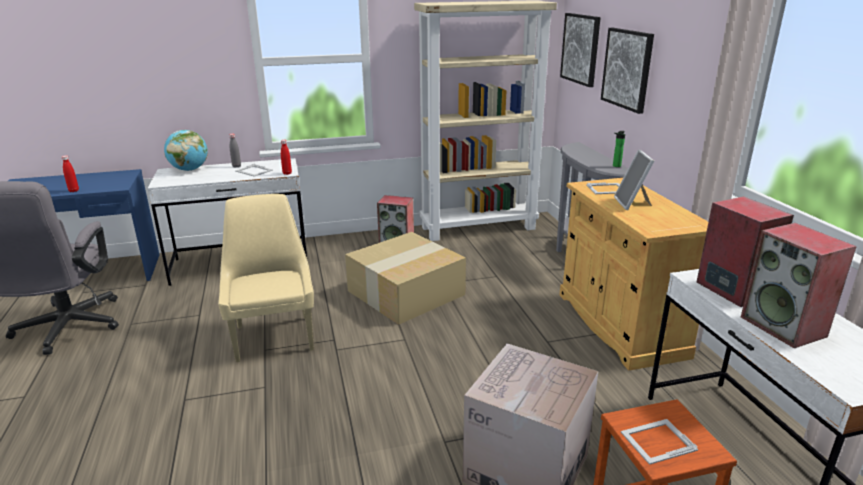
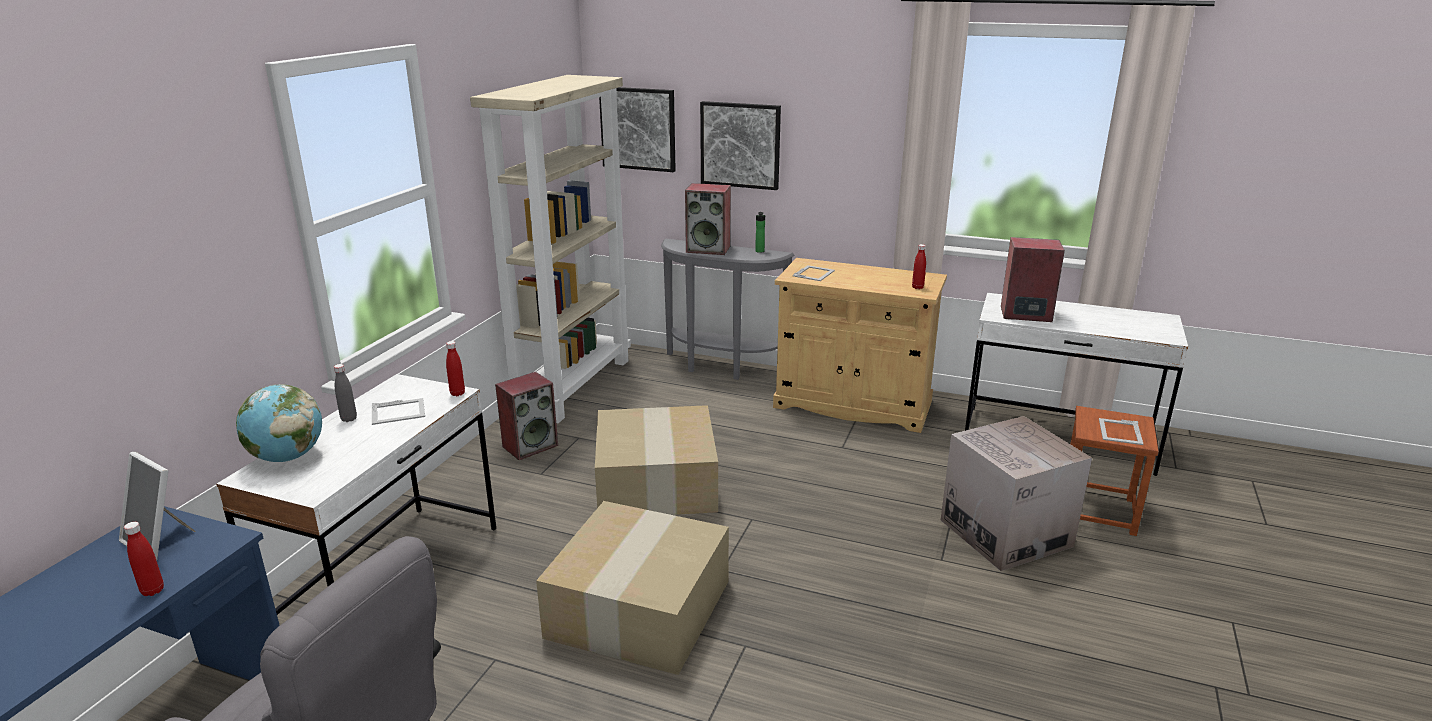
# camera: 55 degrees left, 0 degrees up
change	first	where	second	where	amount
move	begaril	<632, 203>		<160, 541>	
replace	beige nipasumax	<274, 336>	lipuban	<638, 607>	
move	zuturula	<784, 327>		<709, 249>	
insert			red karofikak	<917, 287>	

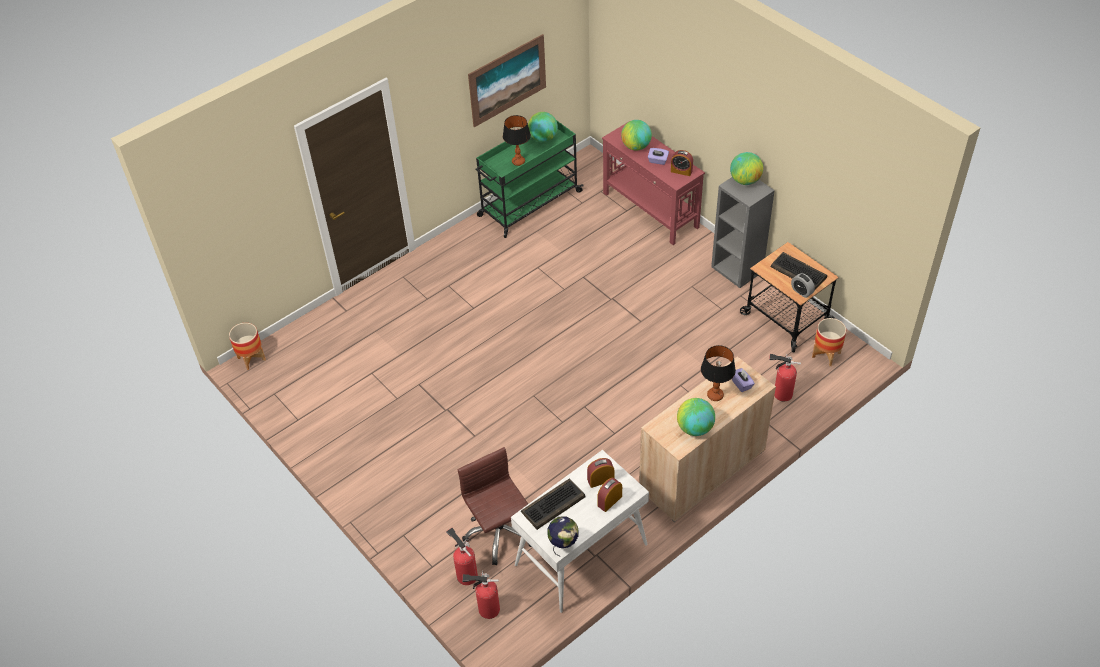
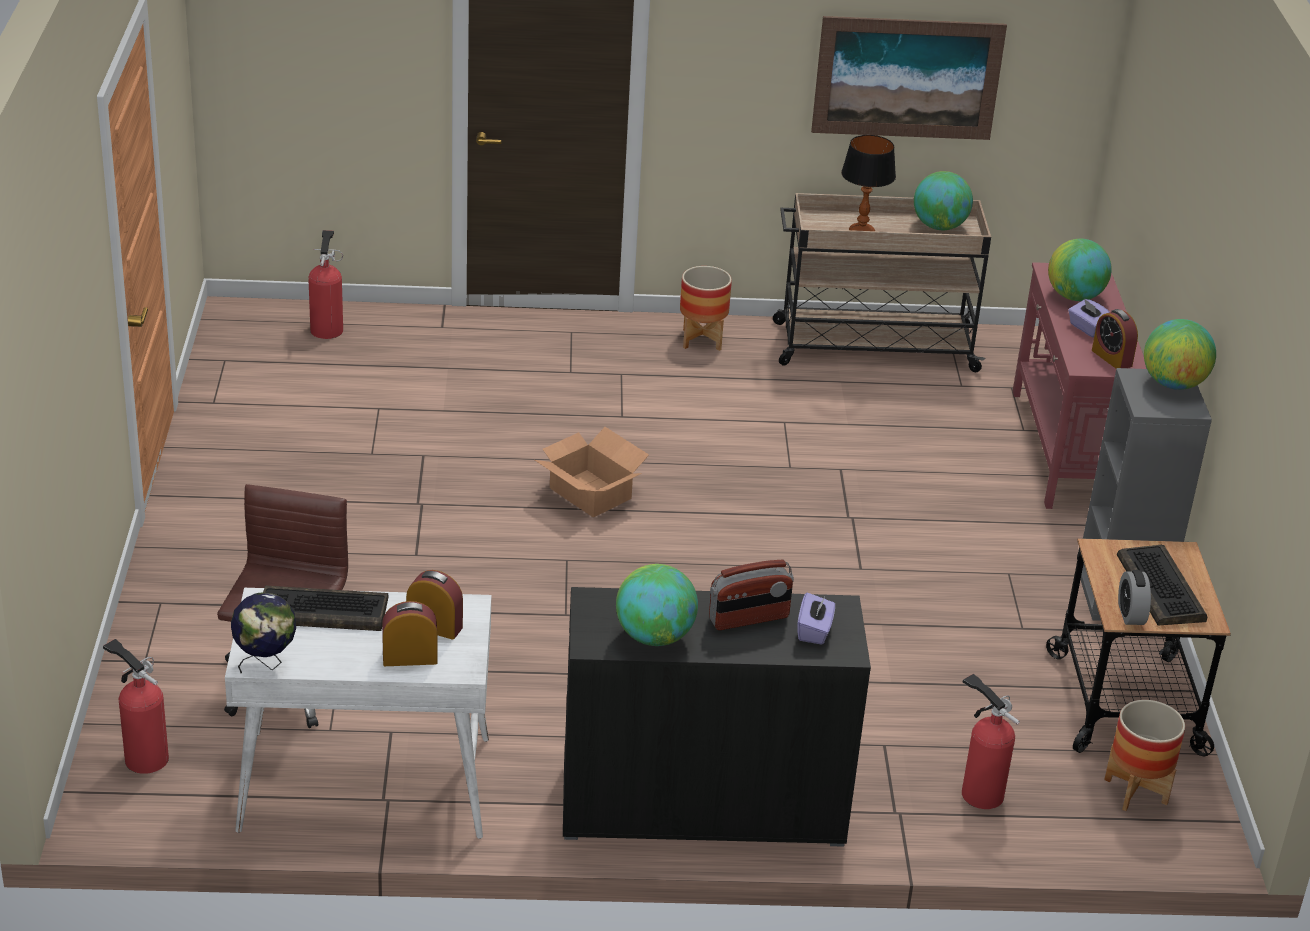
# camera: 35 degrees right, 15 degrees down
change	first	where	second	where	amount
move	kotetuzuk	<465, 574>		<327, 328>	
insert			lipuban	<590, 493>	
recolor	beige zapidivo	<702, 470>	black zapidivo	<702, 805>	
move	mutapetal	<251, 359>		<702, 340>	
replace	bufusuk	<715, 395>	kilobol	<749, 619>	
recolor	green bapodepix	<528, 204>	beige bapodepix	<872, 347>	

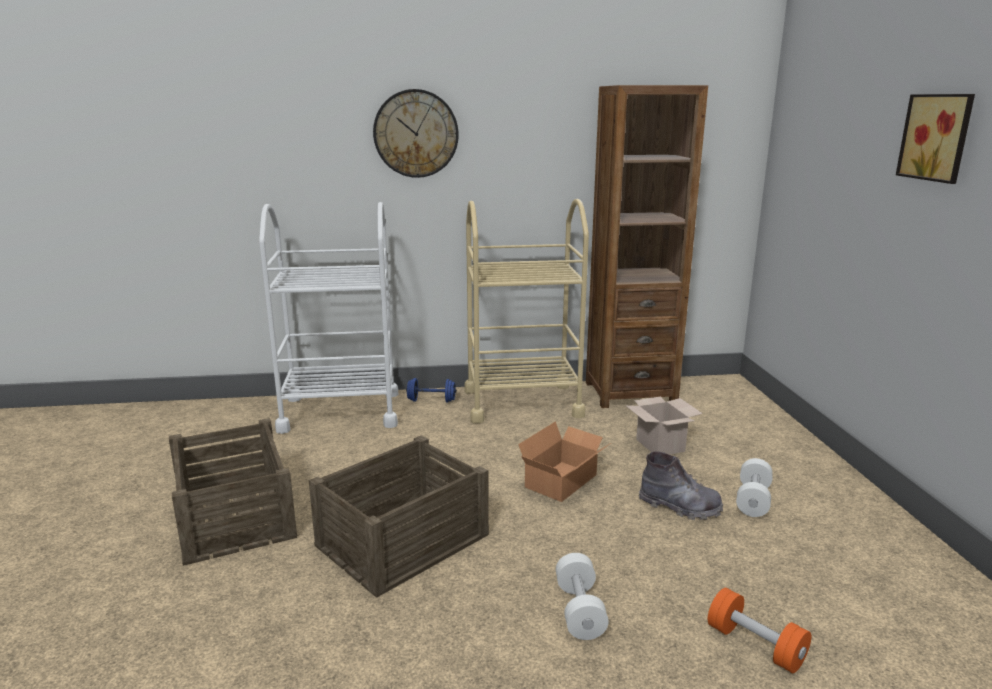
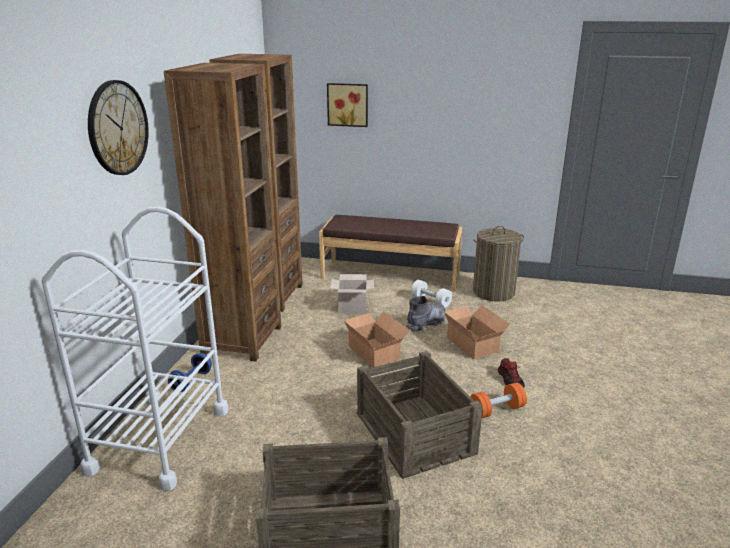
# camera: 70 degrees left, 5 degrees up
change	first	where	second	where	amount
replace	beige bapodepix	<522, 403>	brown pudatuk	<242, 340>	
insert			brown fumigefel	<390, 275>	
move	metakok	<938, 137>		<348, 104>	
insert			lipuban	<473, 343>	
move	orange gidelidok	<755, 645>		<497, 410>	
insert			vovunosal	<493, 292>	
replace	white gidelidok	<579, 610>	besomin	<510, 380>	

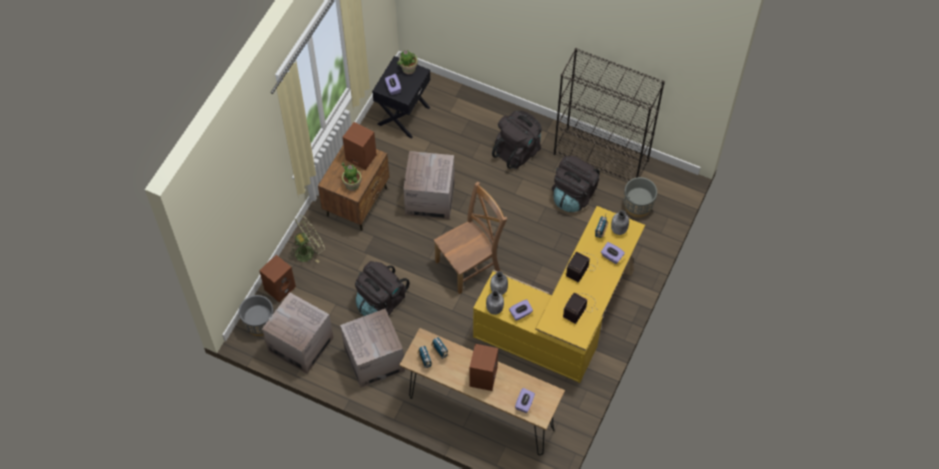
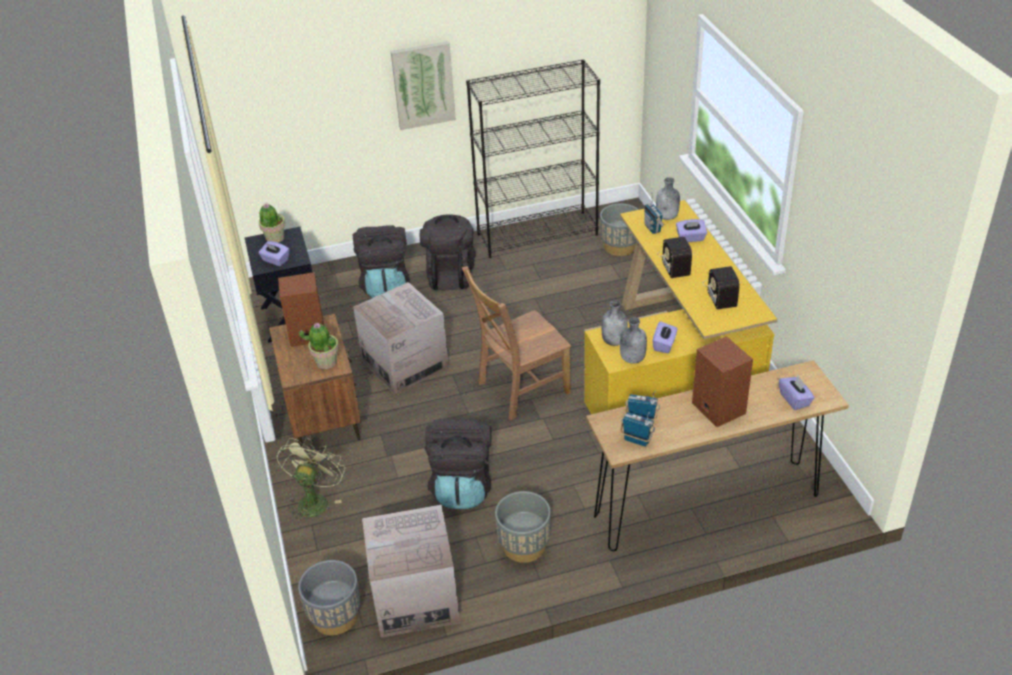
# camera: 40 degrees left, 20 degrees down
change	first	where	second	where	amount
move	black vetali	<574, 195>		<385, 285>	
insert			metakok	<423, 85>	
rotate	brown nipasumax	<470, 264>		<520, 389>	135 degrees counterclockwise
replace	lipuban	<374, 359>	grey mutapetal	<524, 546>	
delete	brown zuturula	<280, 287>			

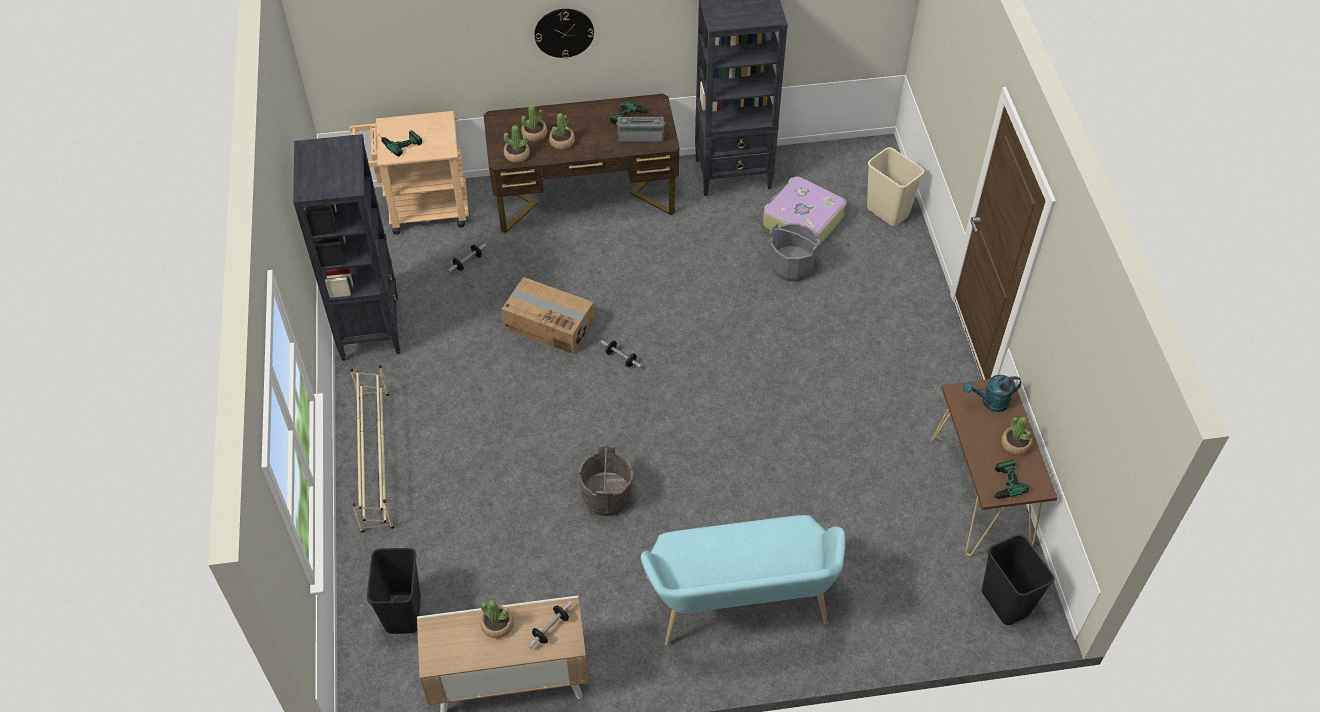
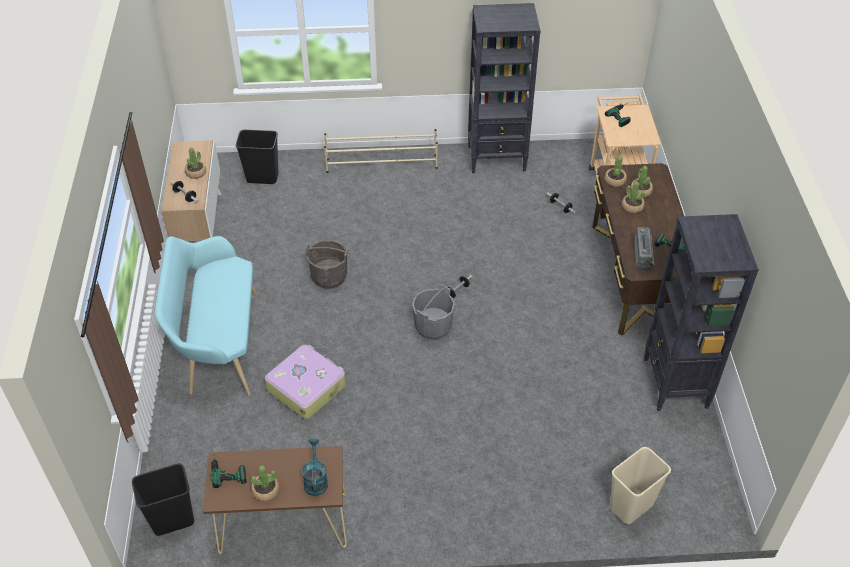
# camera: 95 degrees right, 5 degrees down
change	first	where	second	where	amount
move	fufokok	<802, 221>		<306, 387>	
move	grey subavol	<791, 267>		<433, 326>	
delete	lipuban	<549, 325>			
delete	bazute	<564, 32>			

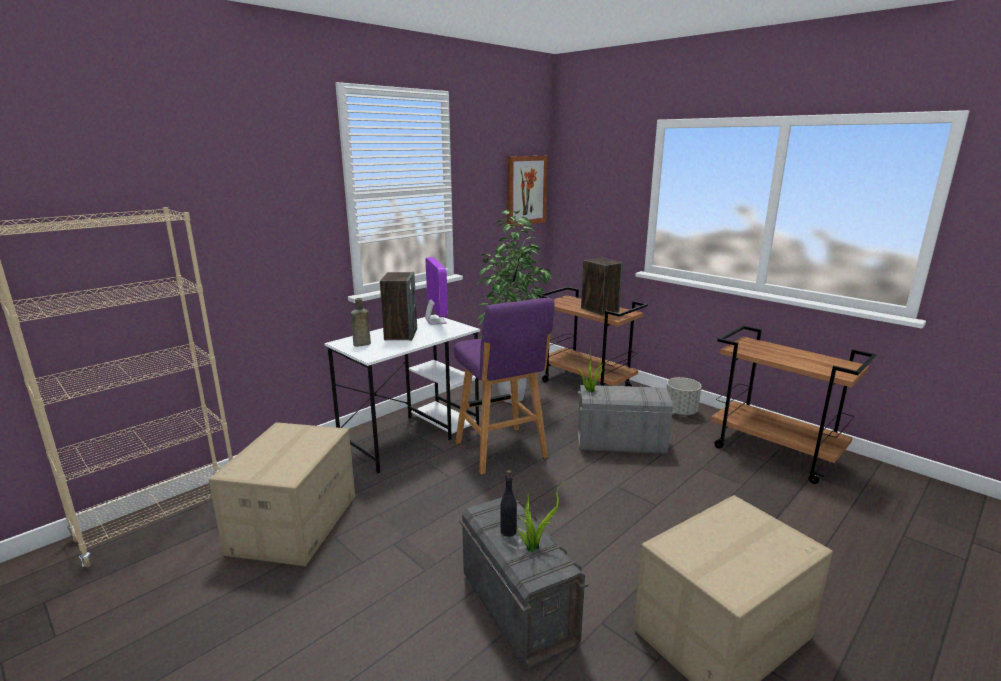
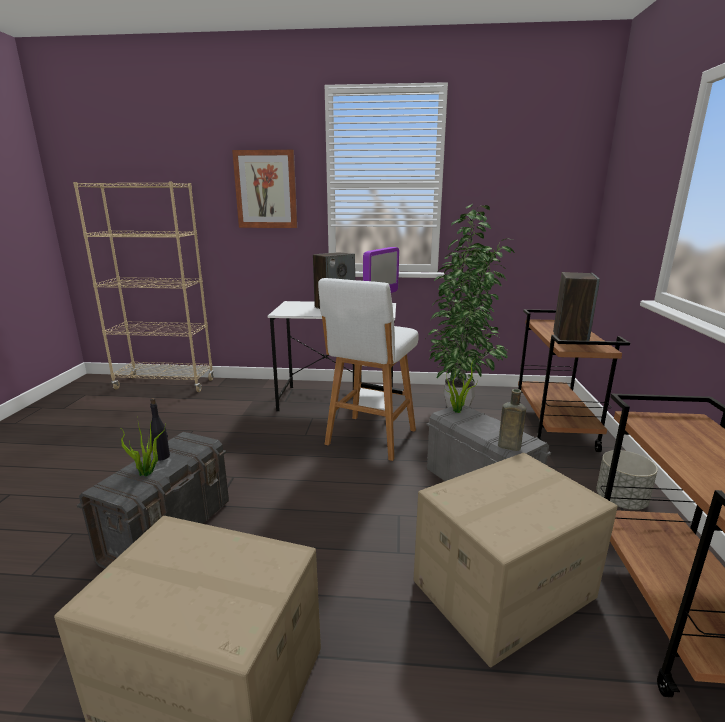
# camera: 50 degrees right, 0 degrees up
change	first	where	second	where	amount
move	metakok	<526, 190>		<266, 189>	
recolor	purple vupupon	<502, 451>	white vupupon	<369, 438>	
move	lipuban	<293, 523>		<502, 588>	
move	brown karofikak	<360, 344>		<507, 446>	

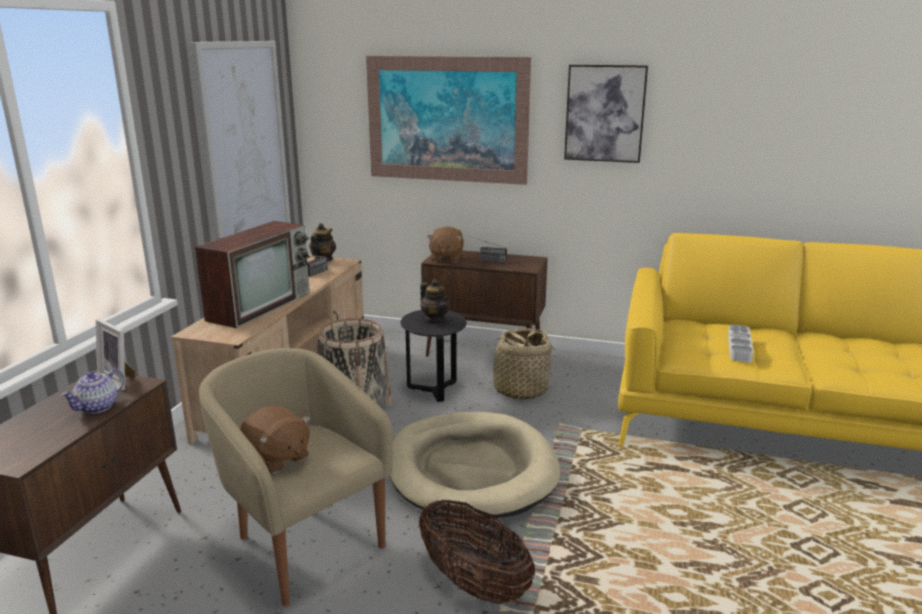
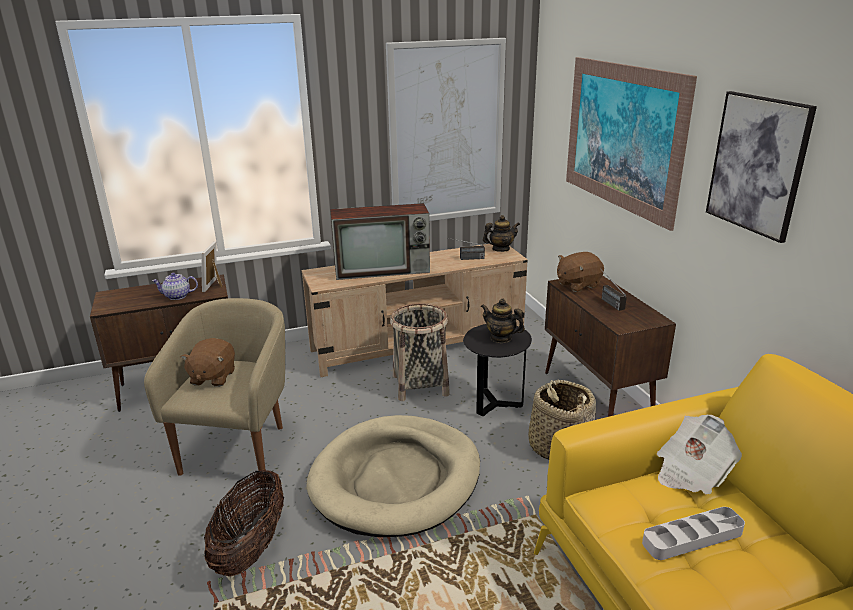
# camera: 55 degrees right, 5 degrees up
change	first	where	second	where	amount
rotate	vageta	<435, 319>		<501, 338>	105 degrees clockwise
insert			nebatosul	<691, 471>	

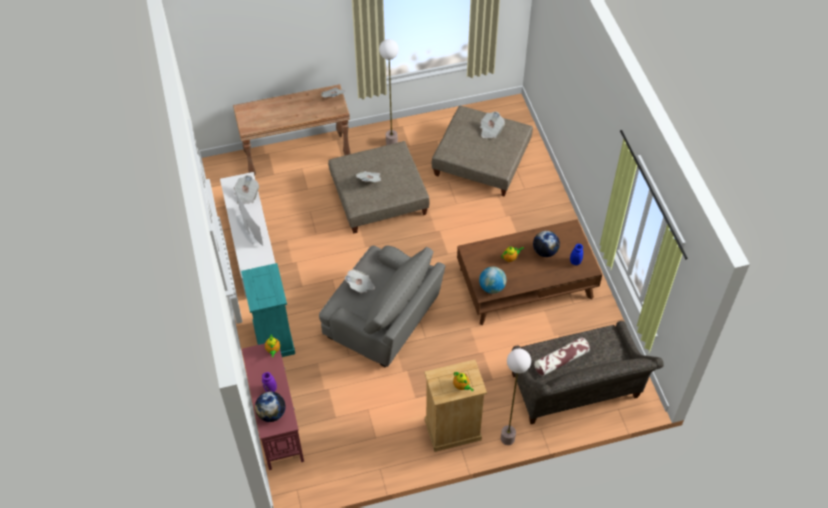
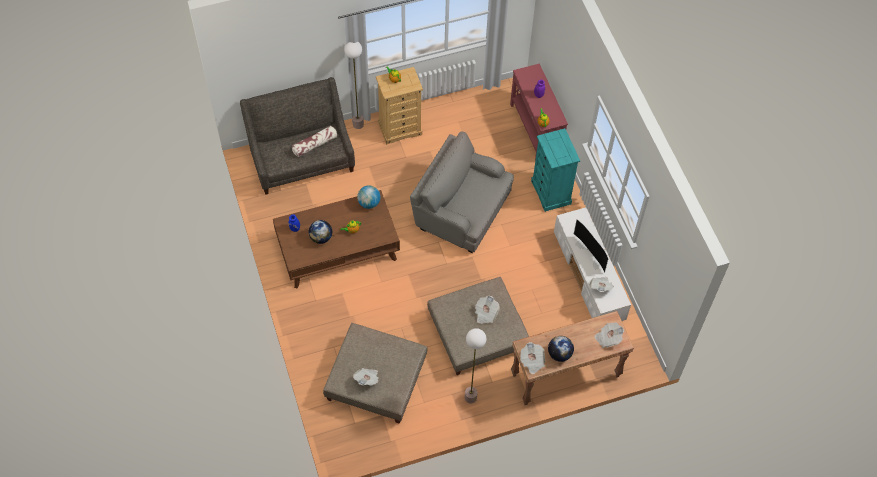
# camera: 175 degrees right, 5 degrees up
change	first	where	second	where	amount
move	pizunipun	<271, 413>		<559, 354>	
move	nebatosul	<360, 286>		<608, 338>	

